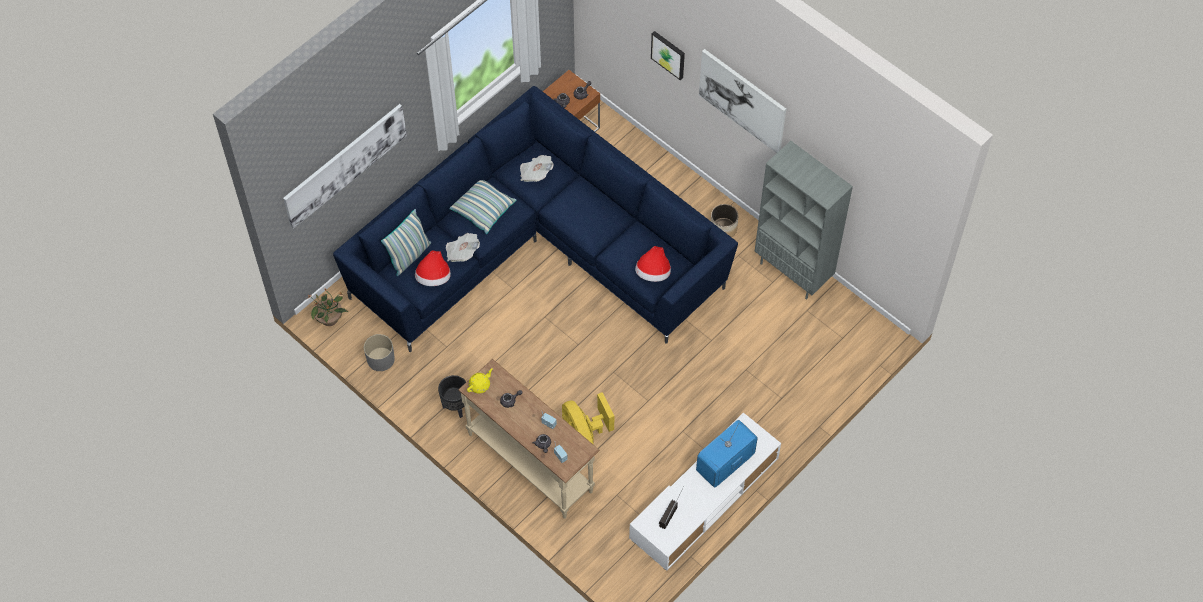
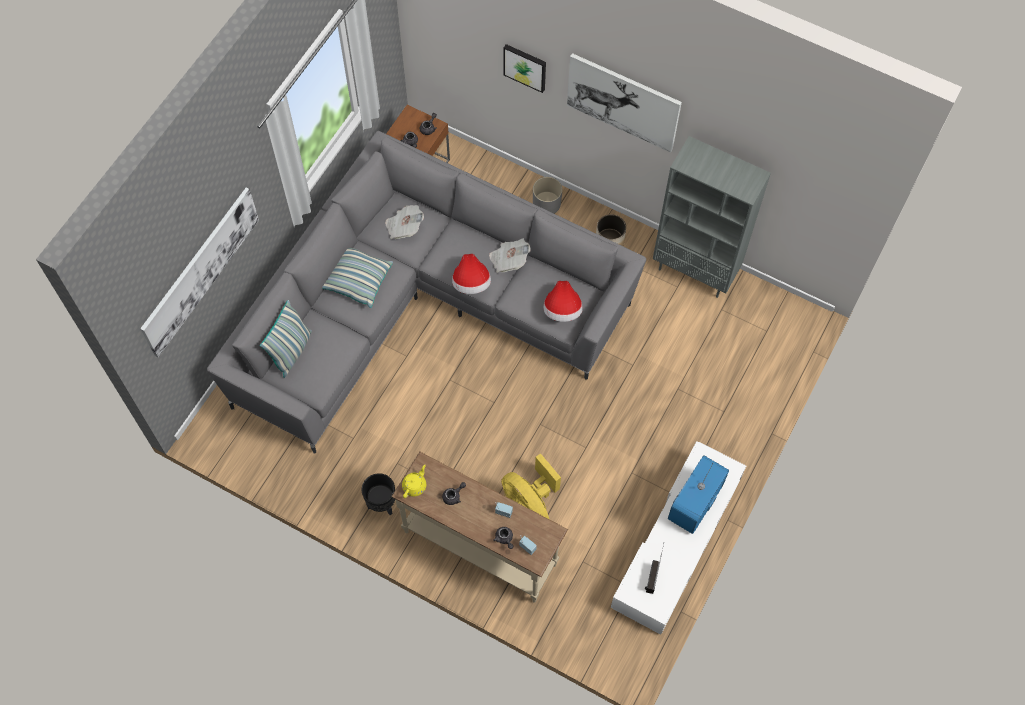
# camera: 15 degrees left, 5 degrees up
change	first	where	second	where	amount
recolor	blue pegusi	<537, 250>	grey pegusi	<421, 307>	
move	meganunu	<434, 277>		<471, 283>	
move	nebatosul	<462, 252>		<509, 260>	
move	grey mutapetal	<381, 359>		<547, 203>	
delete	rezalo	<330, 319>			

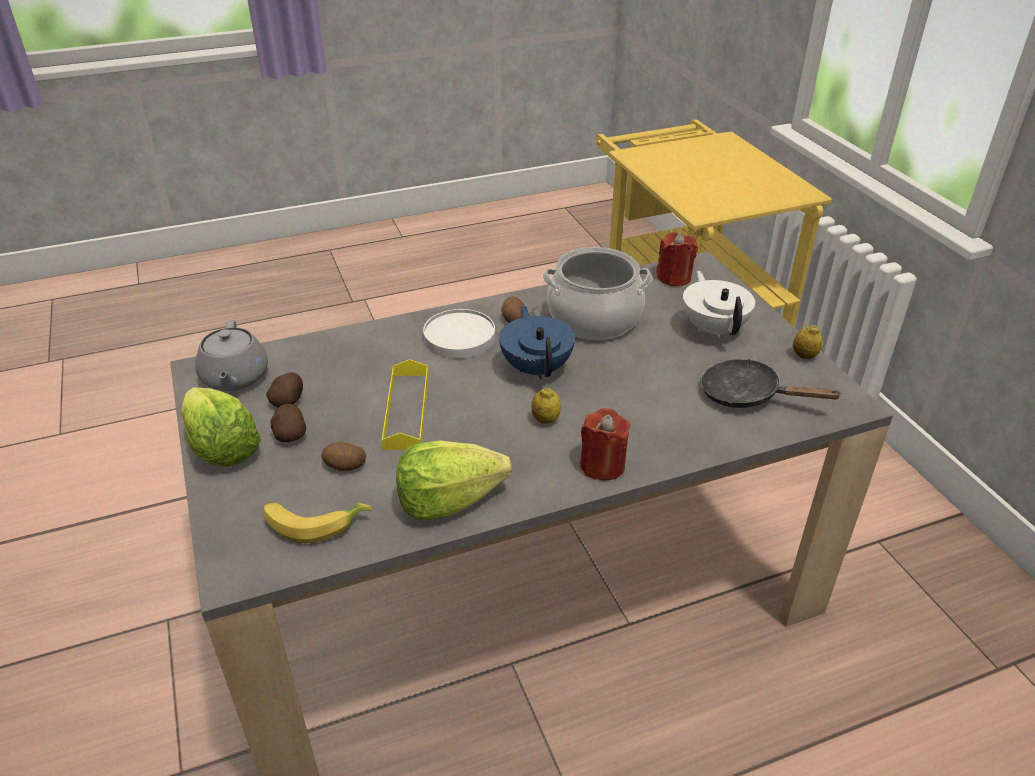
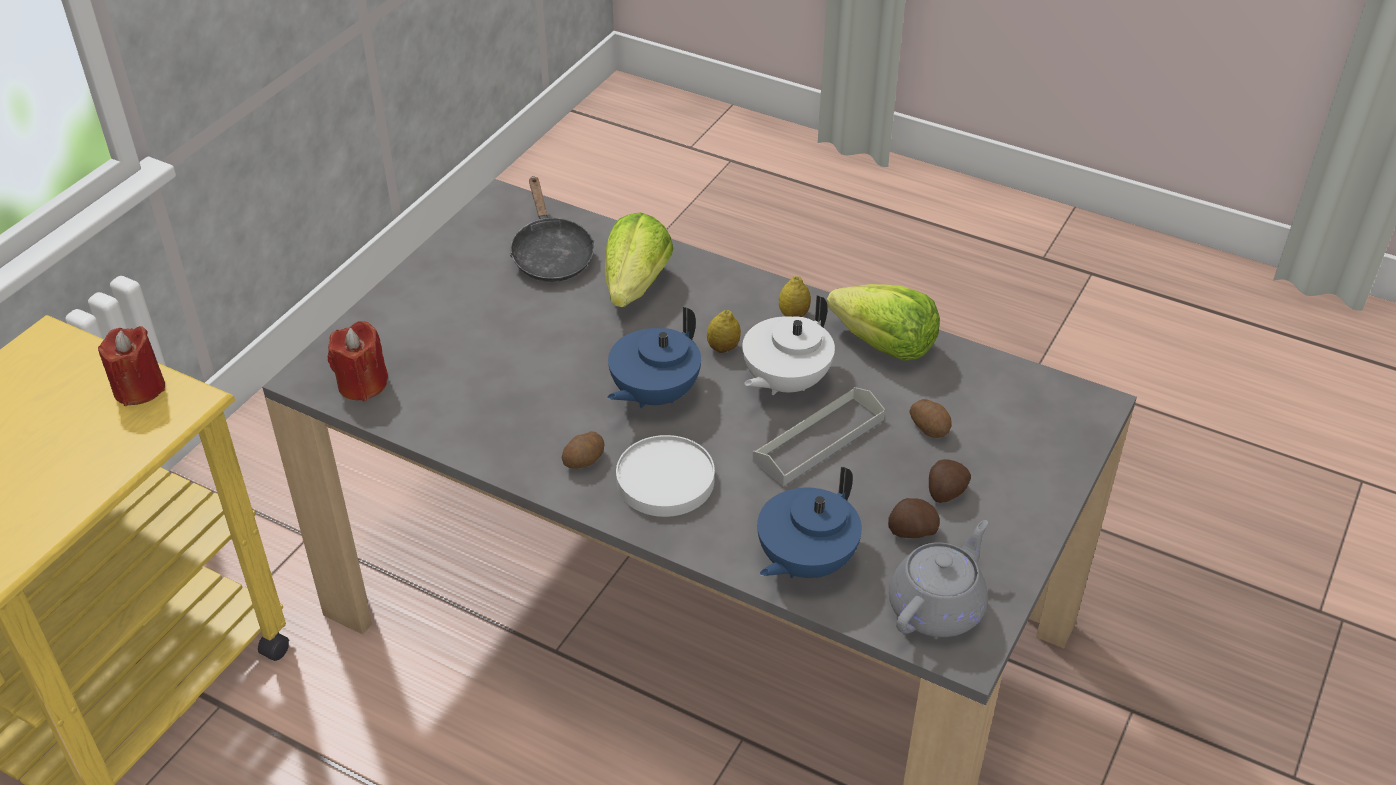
# camera: 130 degrees left, 5 degrees up
change	first	where	second	where	amount
move	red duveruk	<602, 465>		<139, 388>	
move	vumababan	<222, 448>		<635, 286>	
move	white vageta	<714, 328>		<784, 382>	
recolor	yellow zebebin	<406, 410>	grey zebebin	<819, 440>	
insert			blue vageta	<804, 562>	
move	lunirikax	<804, 356>		<793, 314>	
delete	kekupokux	<314, 522>			
delete	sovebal	<594, 318>			

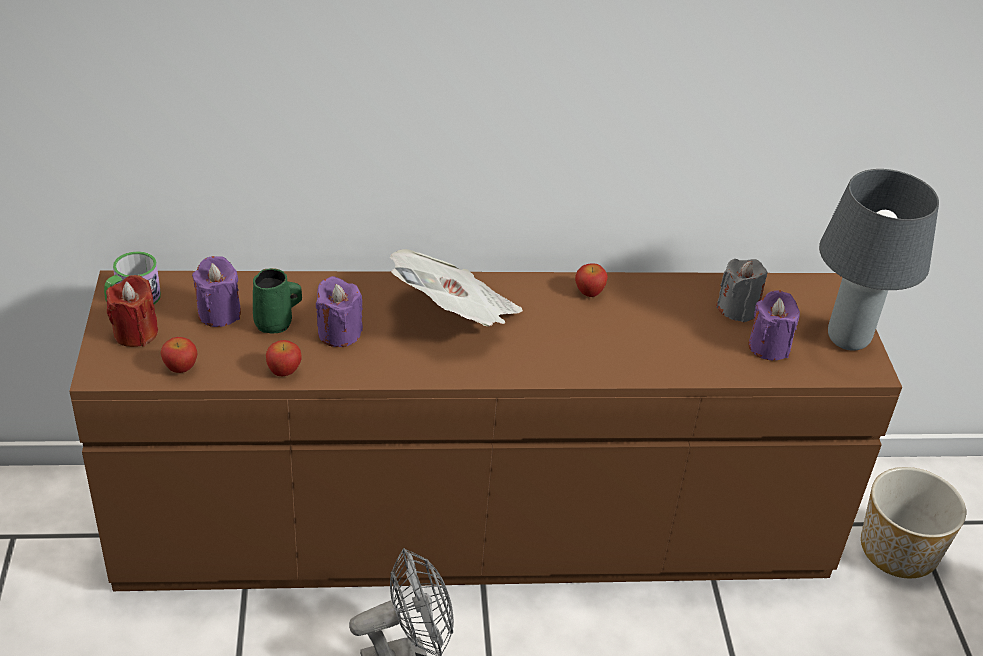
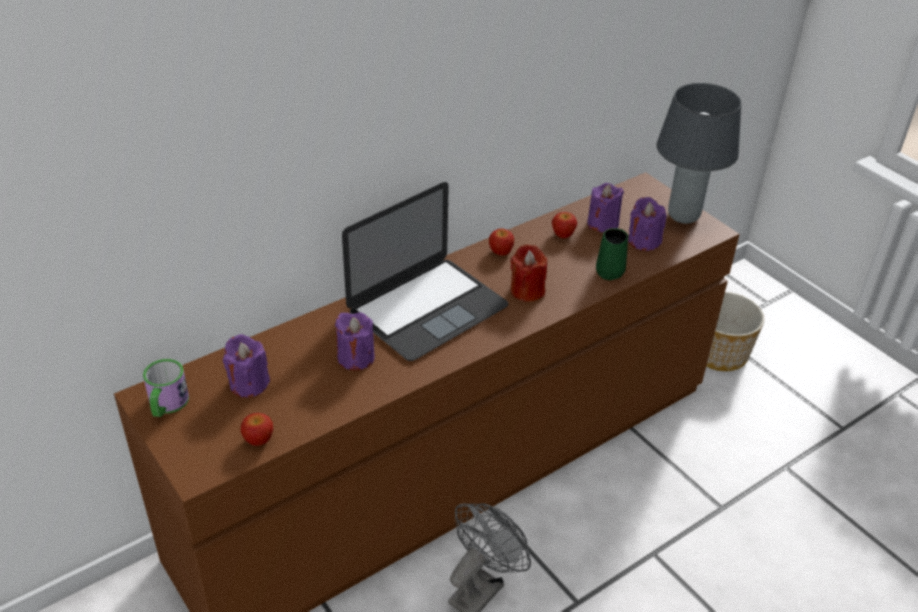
# camera: 30 degrees left, 0 degrees up
change	first	where	second	where	amount
replace	nebatosul	<455, 316>	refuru	<427, 308>	
move	red duveruk	<135, 333>		<527, 291>	
move	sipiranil	<284, 370>		<563, 234>	
recolor	grey duveruk	<738, 309>	purple duveruk	<603, 224>	
move	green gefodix	<275, 323>		<611, 271>	

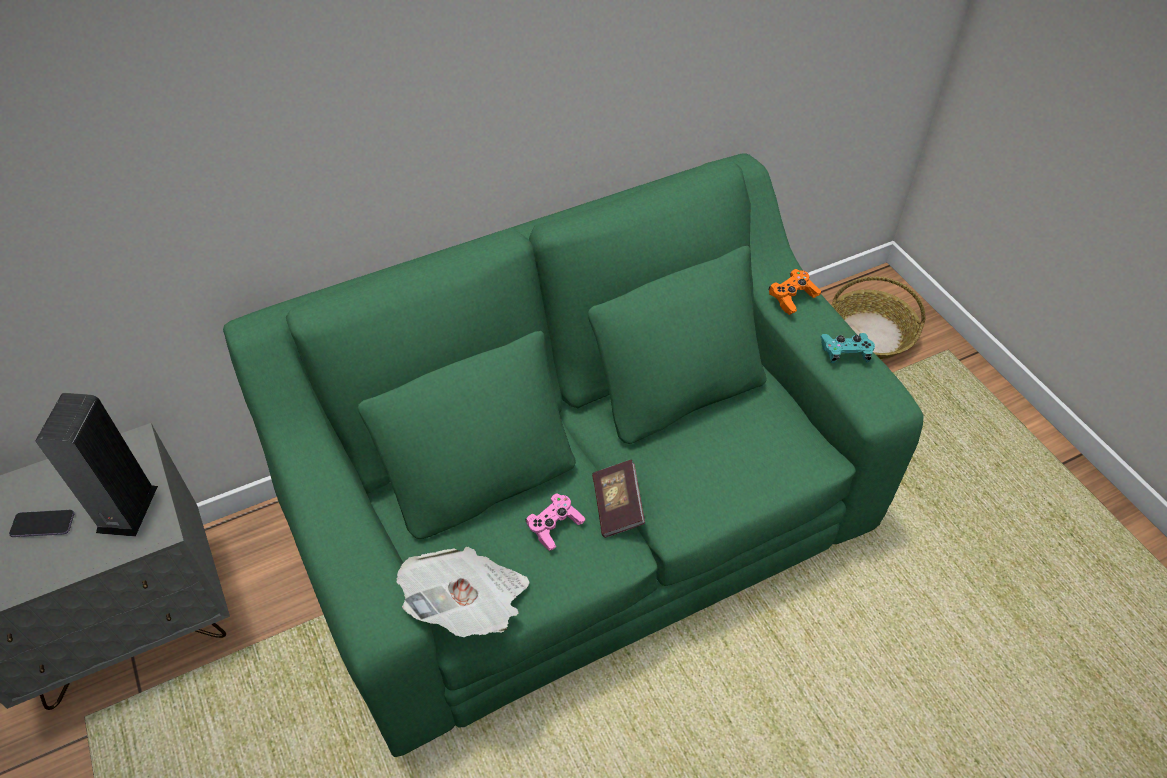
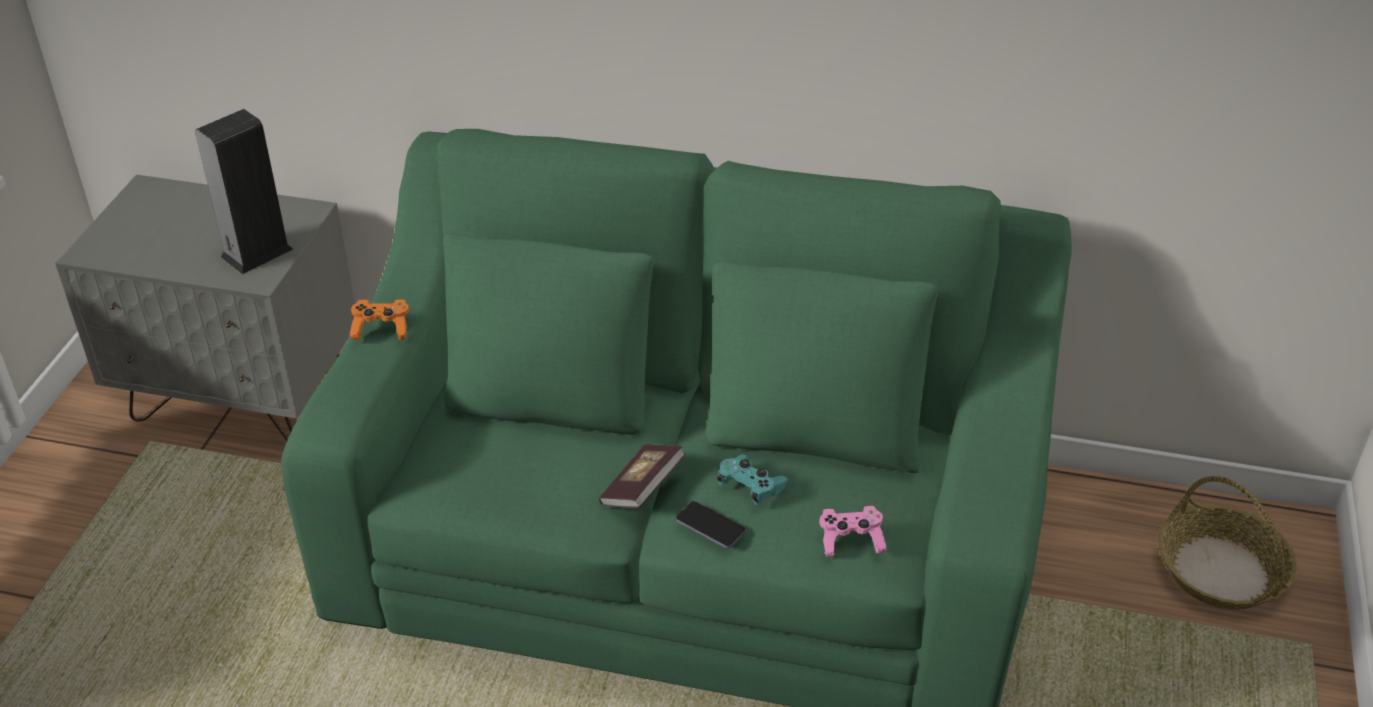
# camera: 40 degrees right, 10 degrees down
change	first	where	second	where	amount
move	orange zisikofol	<792, 298>		<381, 328>	
move	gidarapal	<43, 524>		<710, 526>	
move	turquoise zisikofol	<845, 353>		<750, 487>	
move	pink zisikofol	<554, 526>		<850, 540>	
delete	nebatosul	<469, 605>			

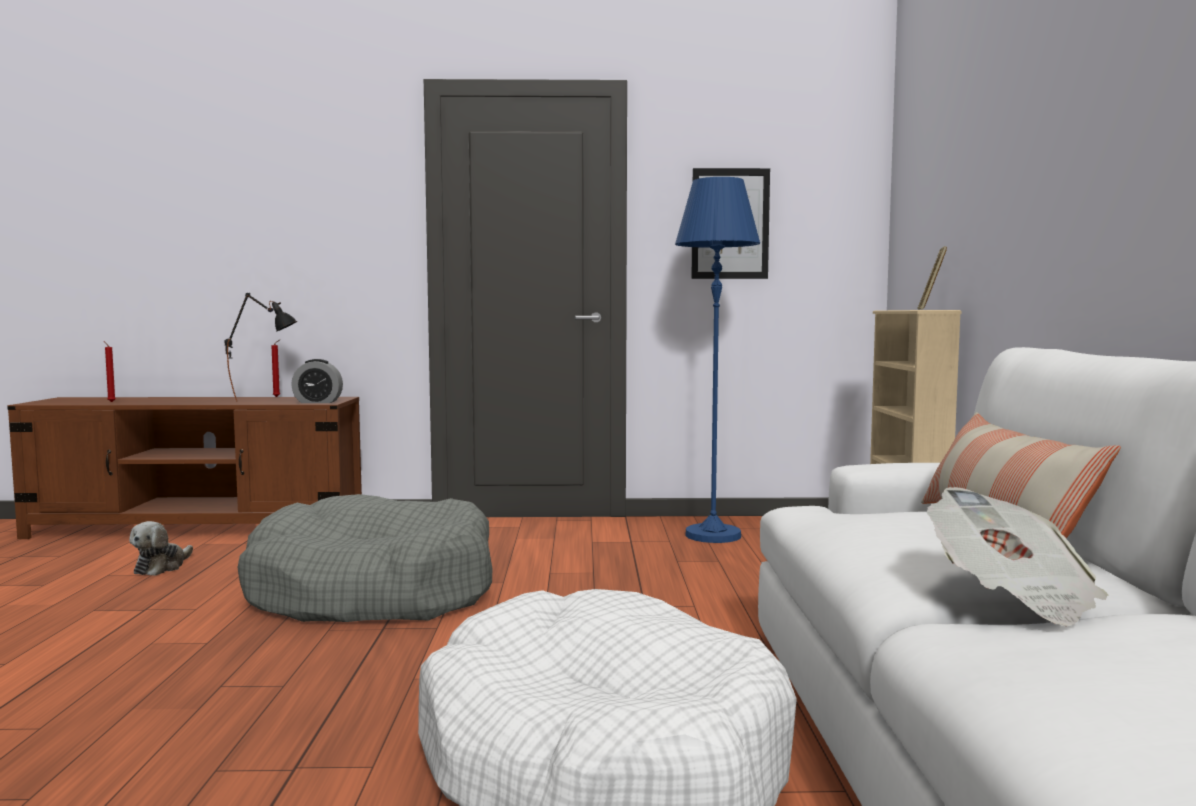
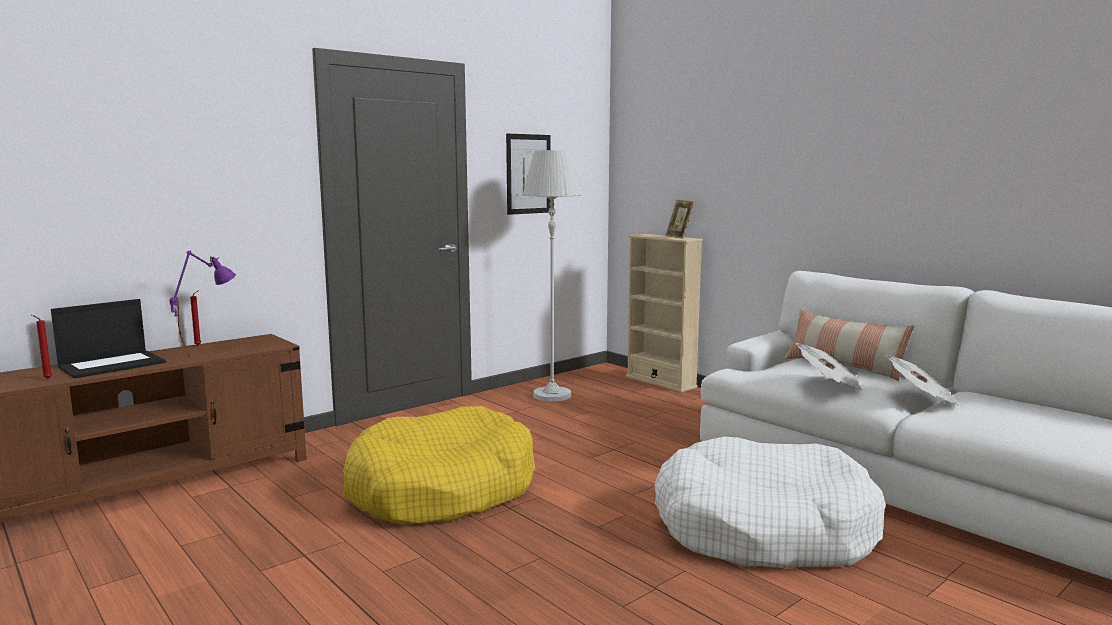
# camera: 40 degrees left, 5 degrees up
change	first	where	second	where	amount
insert			refuru	<113, 364>	
recolor	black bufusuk	<264, 400>	purple bufusuk	<208, 351>	
recolor	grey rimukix	<372, 592>	yellow rimukix	<441, 489>	
recolor	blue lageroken	<713, 535>	white lageroken	<552, 395>	
insert			nebatosul	<829, 384>	
delete	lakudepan	<161, 567>			
delete	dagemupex	<318, 402>			

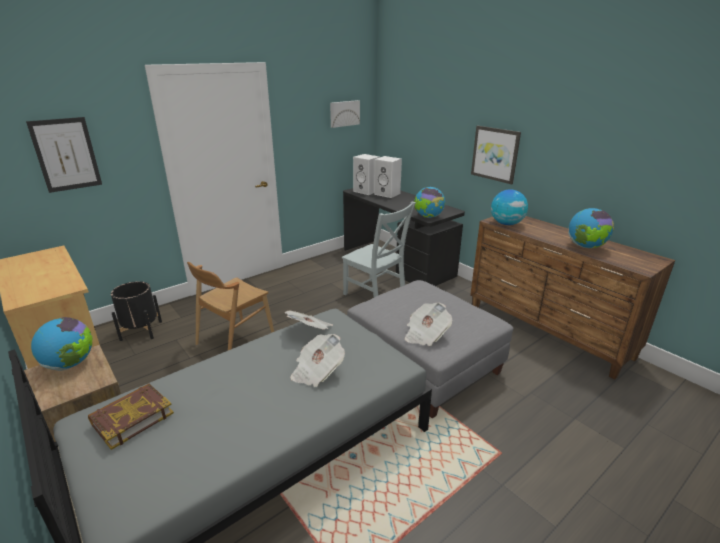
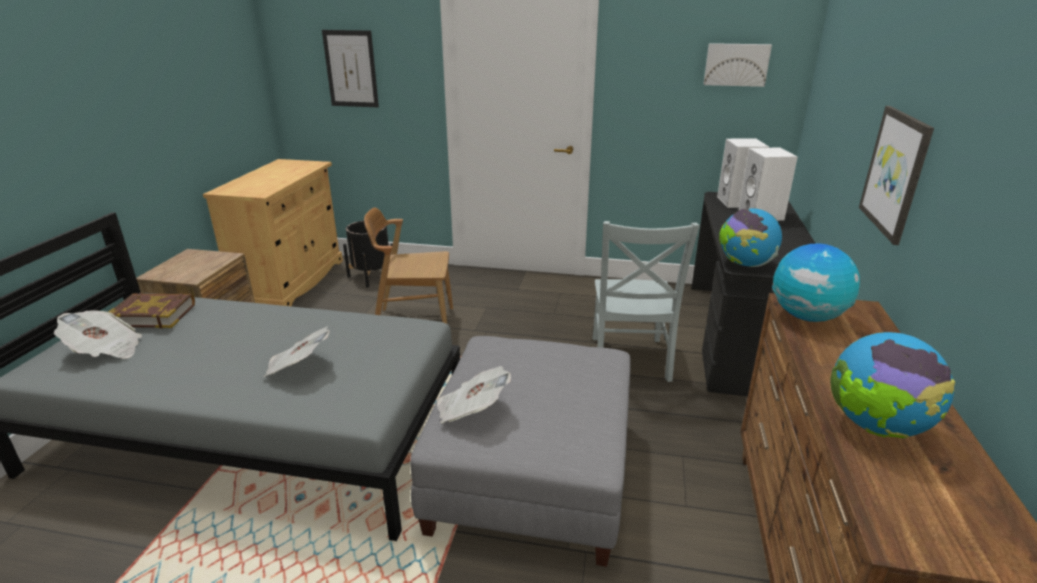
# camera: 50 degrees right, 0 degrees up
change	first	where	second	where	amount
move	nebatosul	<310, 330>		<106, 350>	
delete	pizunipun	<70, 364>			

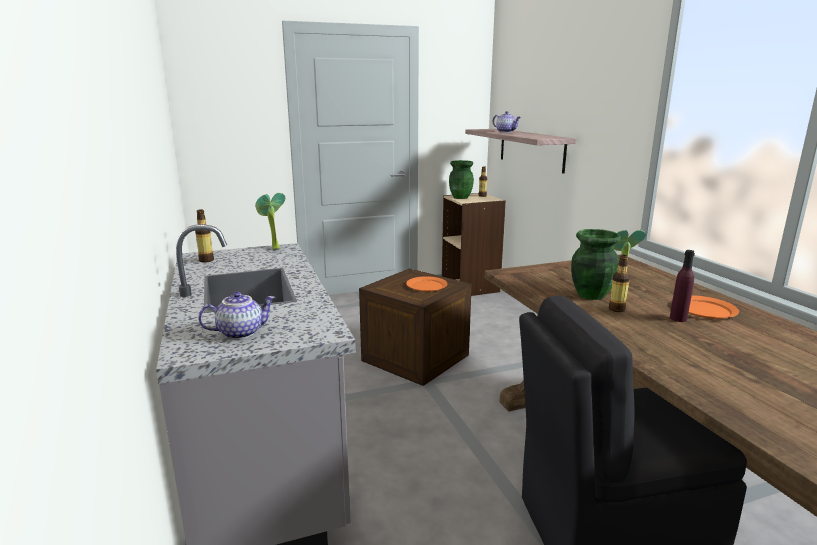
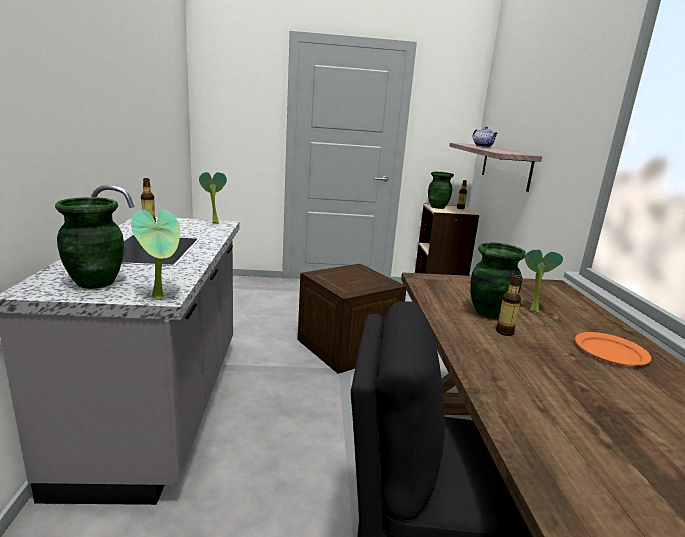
# camera: 15 degrees right, 0 degrees up
change	first	where	second	where	amount
replace	vageta	<240, 332>	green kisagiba	<95, 282>	
insert			rezalo	<161, 297>	
delete	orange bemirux	<426, 286>			
delete	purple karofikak	<678, 318>			

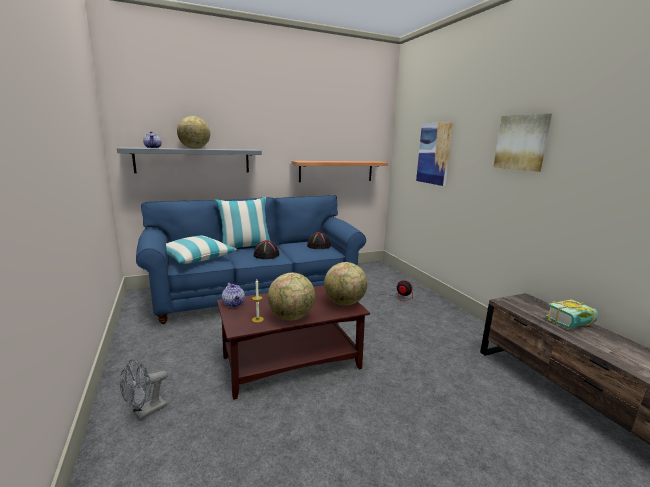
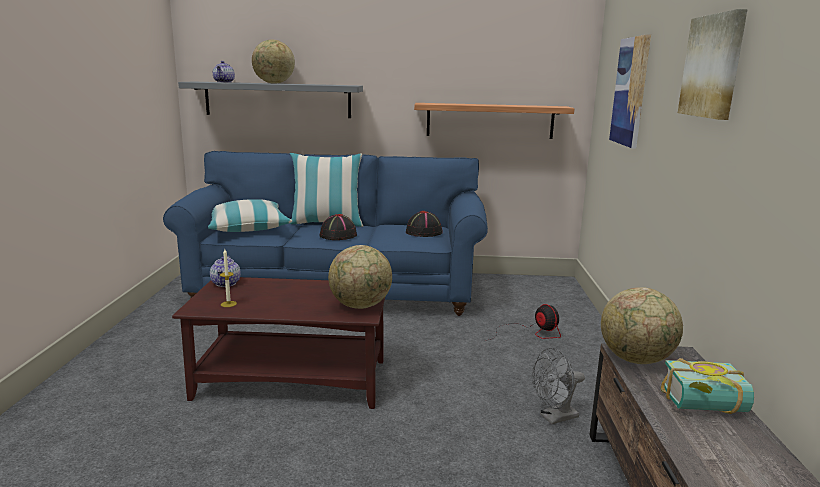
# camera: 25 degrees right, 0 degrees up
change	first	where	second	where	amount
move	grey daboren	<145, 412>		<554, 418>	
move	pizunipun	<291, 317>		<636, 360>	

